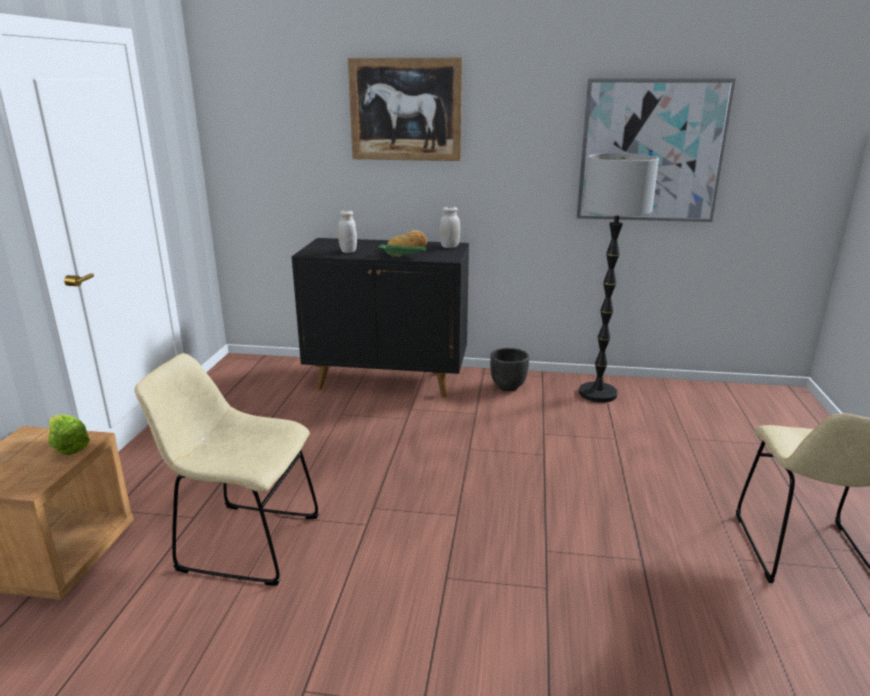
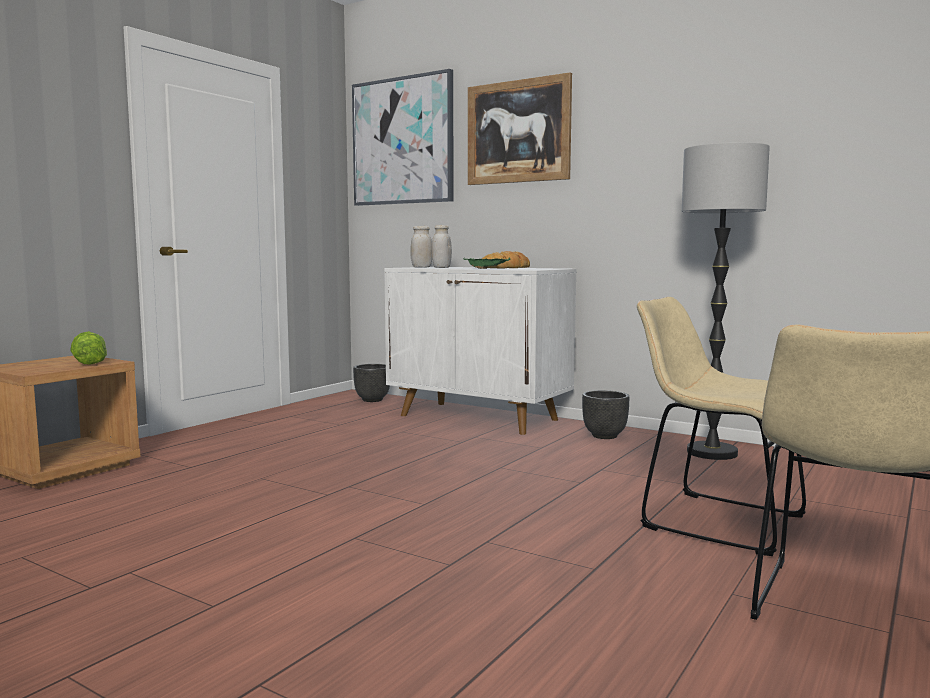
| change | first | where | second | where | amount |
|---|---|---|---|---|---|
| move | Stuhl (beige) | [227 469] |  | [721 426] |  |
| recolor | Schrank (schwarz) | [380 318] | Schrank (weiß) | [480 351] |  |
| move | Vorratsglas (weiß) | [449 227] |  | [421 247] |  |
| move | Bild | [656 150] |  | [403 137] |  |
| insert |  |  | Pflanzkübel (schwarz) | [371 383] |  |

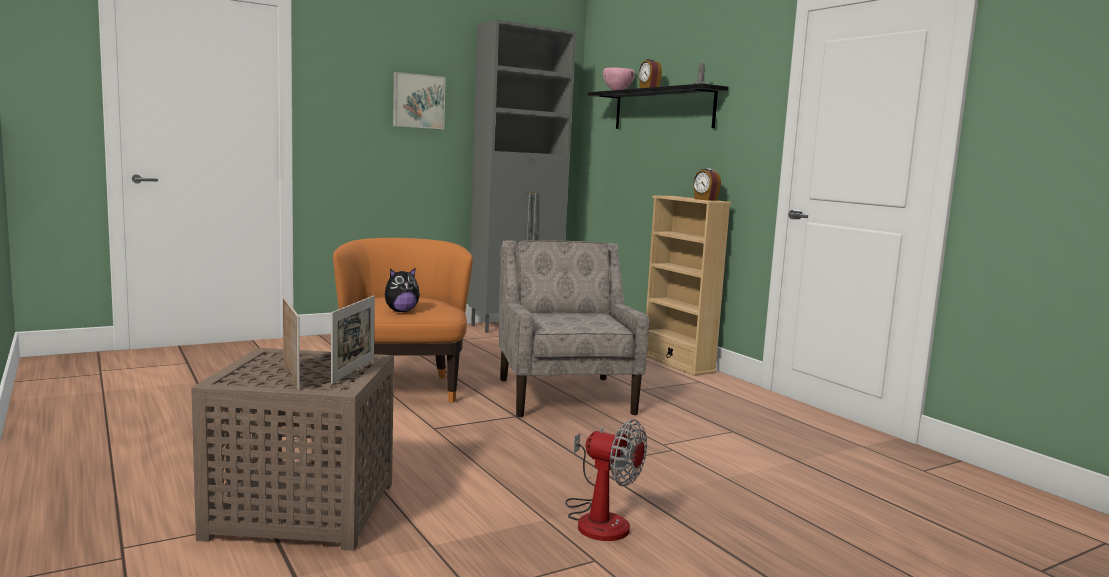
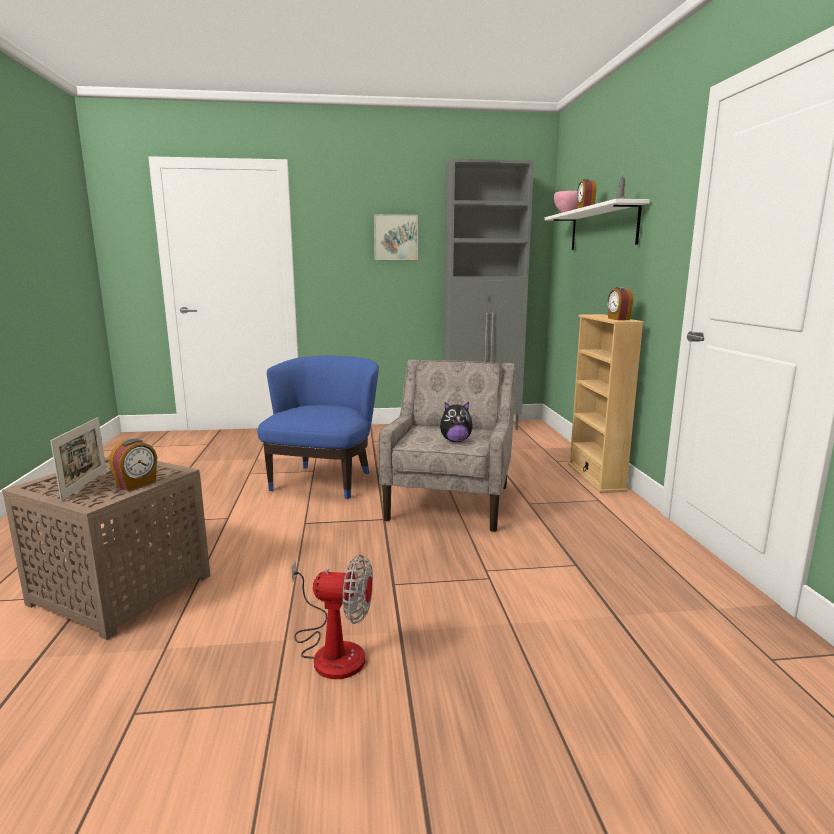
| change | first | where | second | where | amount |
|---|---|---|---|---|---|
| replace | Bilderrahmen | [353 339] | Wecker | [133 465] |  |
| recolor | Sessel (orange) | [403 320] | Sessel (blau) | [318 427] |  |
| move | Plüschtier | [402 290] |  | [456 422] |  |
| rotate | Ventilator | [606 480] |  | [332 616] | 45 degrees counterclockwise |
| recolor | Wandregal (schwarz) | [658 106] | Wandregal (weiß) | [597 224] |  |

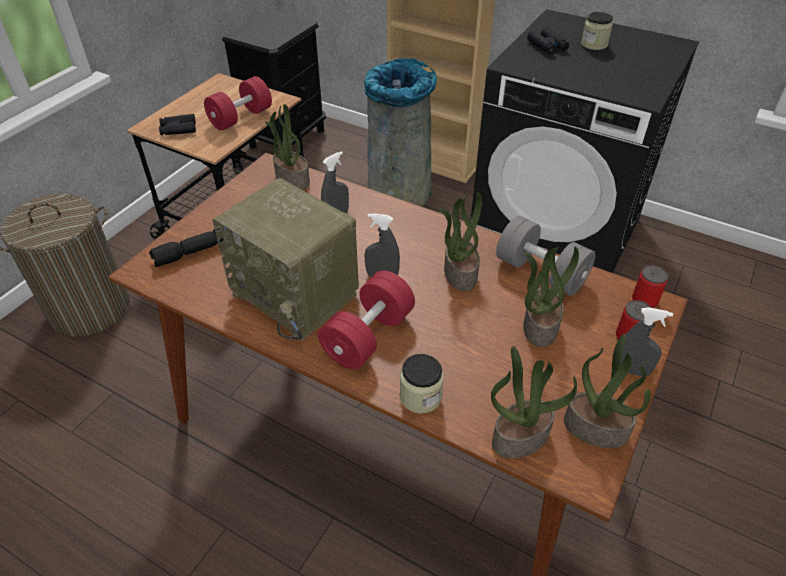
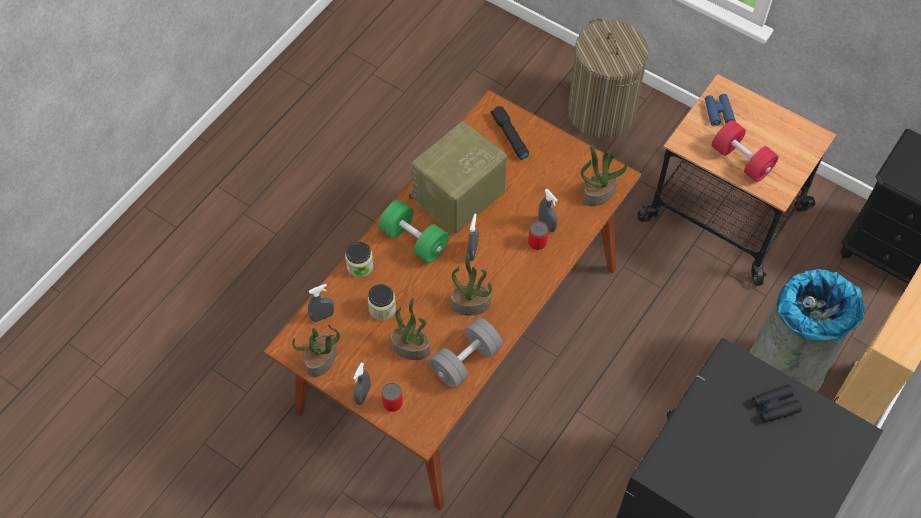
| change | first | where | second | where | amount |
|---|---|---|---|---|---|
| recolor | Fernglas (schwarz) | [177 124] | Fernglas (blau) | [720 110] |  |
| recolor | Hantel (rot) | [366 320] | Hantel (grün) | [414 231] |  |
| replace | Topfpflanze | [534 402] | Sprühflasche (grau) | [321 303] |  |
| move | Vorratsglas | [597 31] |  | [381 302] |  |
| move | Dose | [650 286] |  | [538 235] |  |

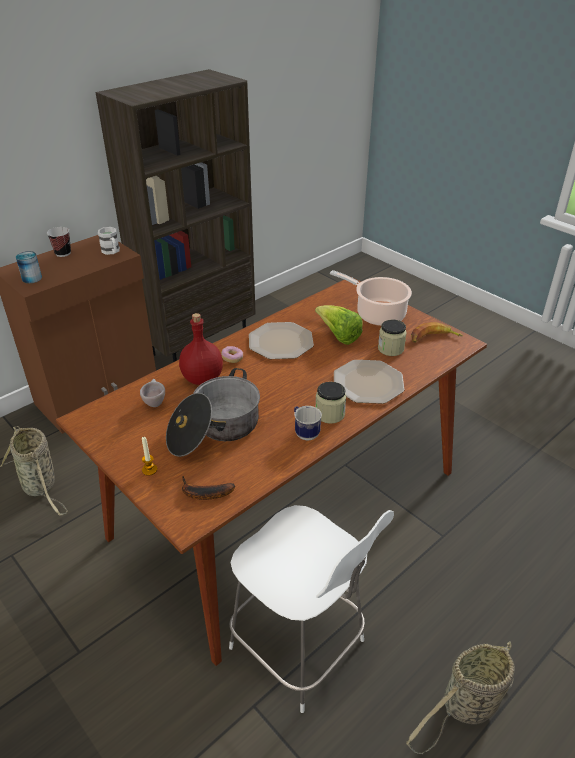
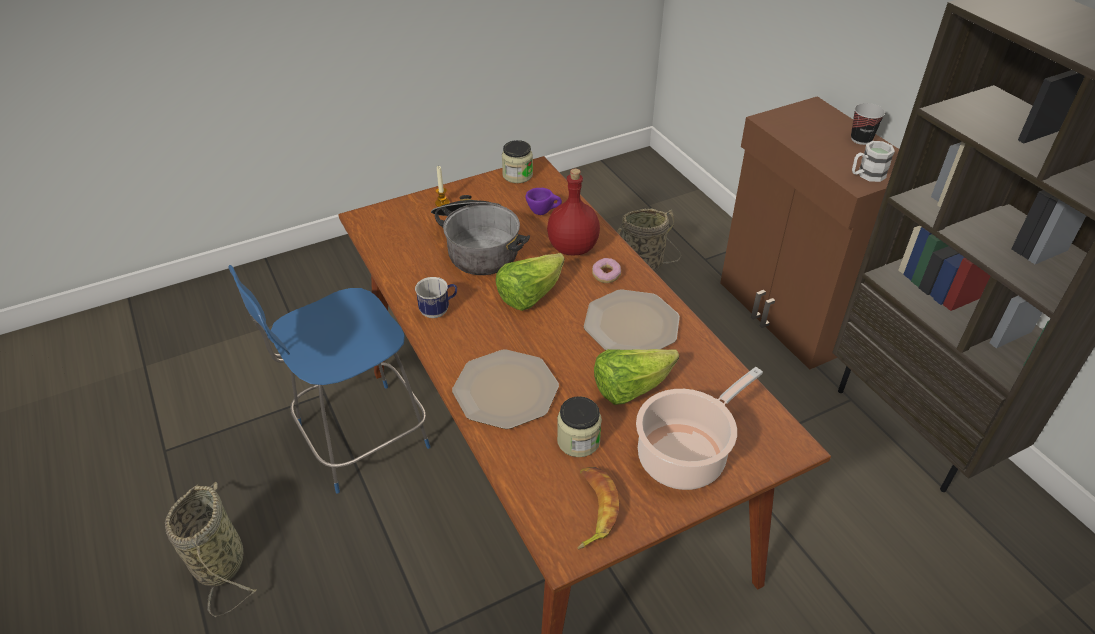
| change | first | where | second | where | amount |
|---|---|---|---|---|---|
| delete | Dose | [29 267] |  |  |  |
| recolor | Tasse (beige) | [152 393] | Tasse (lila) | [543 201] |  |
| delete | Banane | [208 488] |  |  |  |
| recolor | Stuhl (weiß) | [311 609] | Stuhl (blau) | [329 379] |  |
| move | Vorratsglas | [331 403] |  | [517 161] |  |
| insert |  |  | Salatkopf | [530 282] |  |

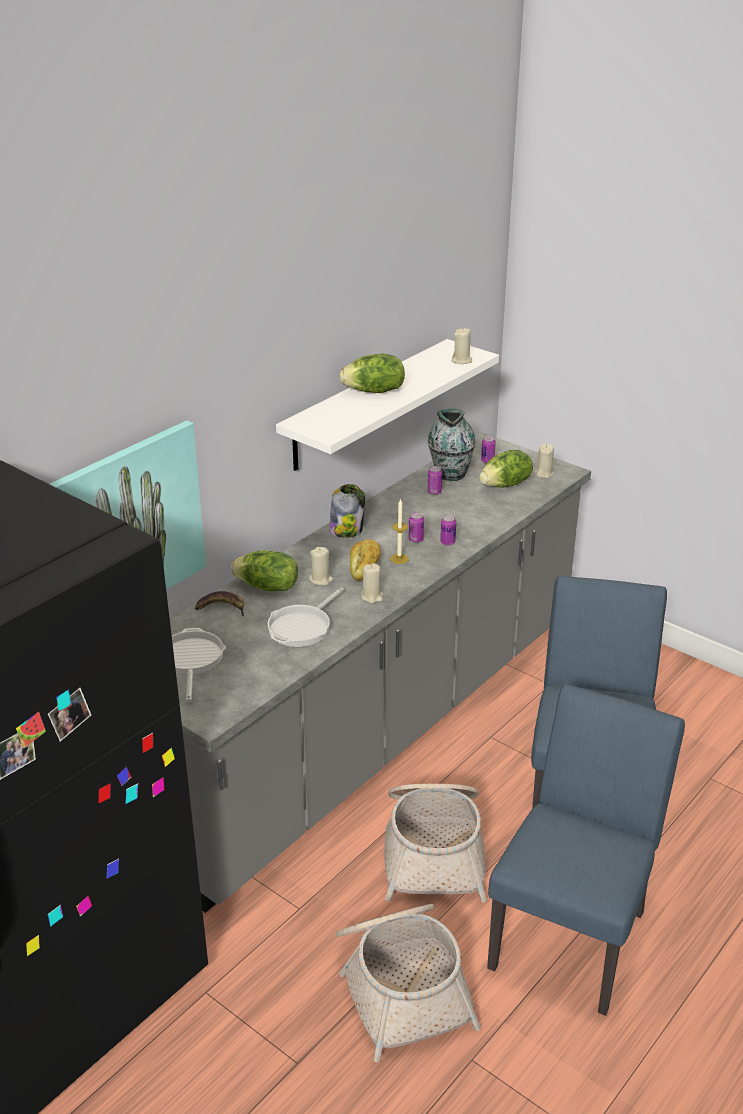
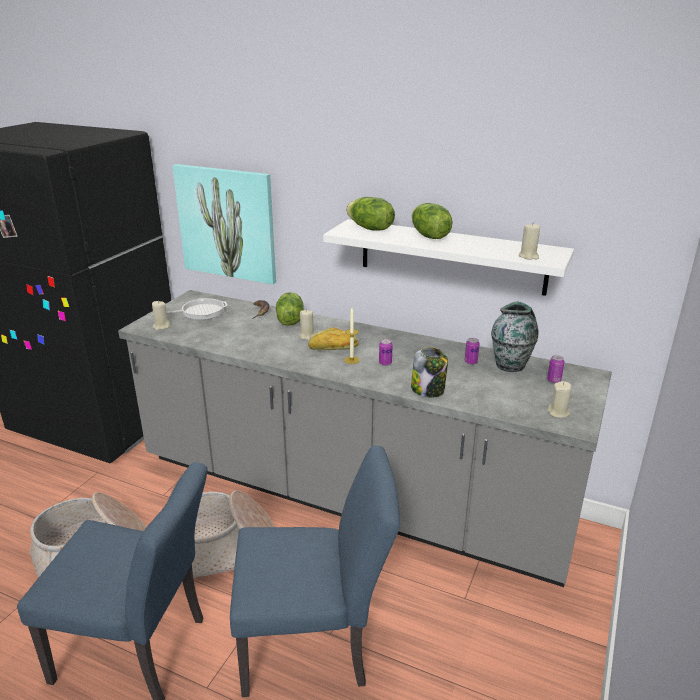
| change | first | where | second | where | amount |
|---|---|---|---|---|---|
| delete | Pfanne | [306 617] |  |  |  |
| move | Vorratsglas | [347 511] |  | [429 372] |  |
| move | Kerze (beige) | [372 583] |  | [161 315] |  |
| delete | Dose | [448 530] |  |  |  |
| move | Salatkopf | [506 469] |  | [370 213] |  |

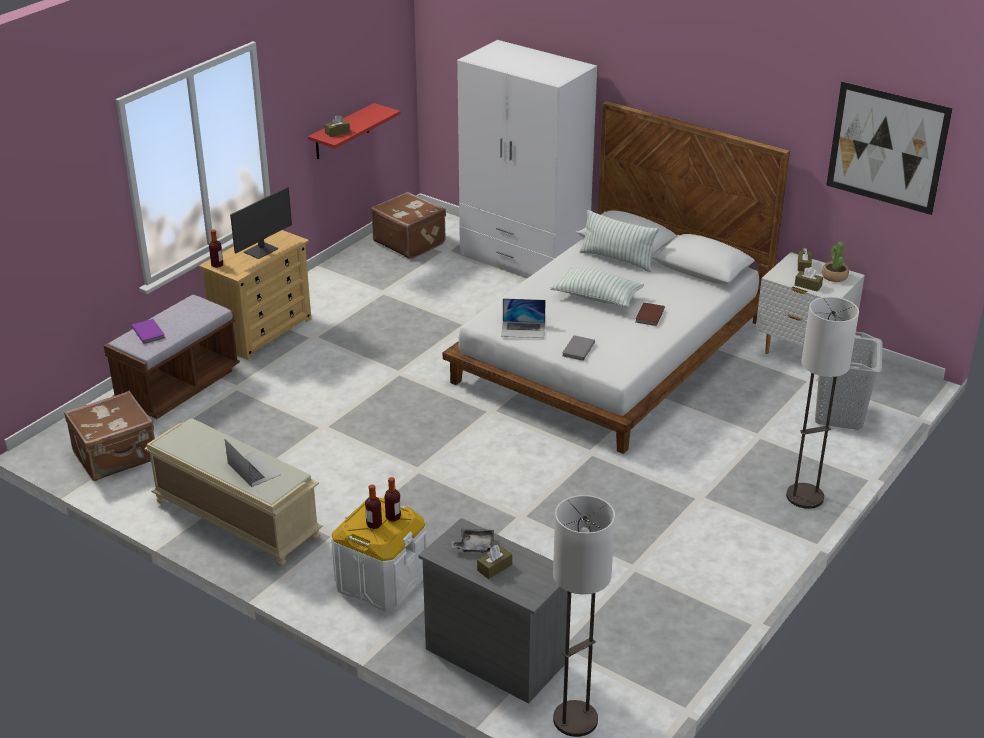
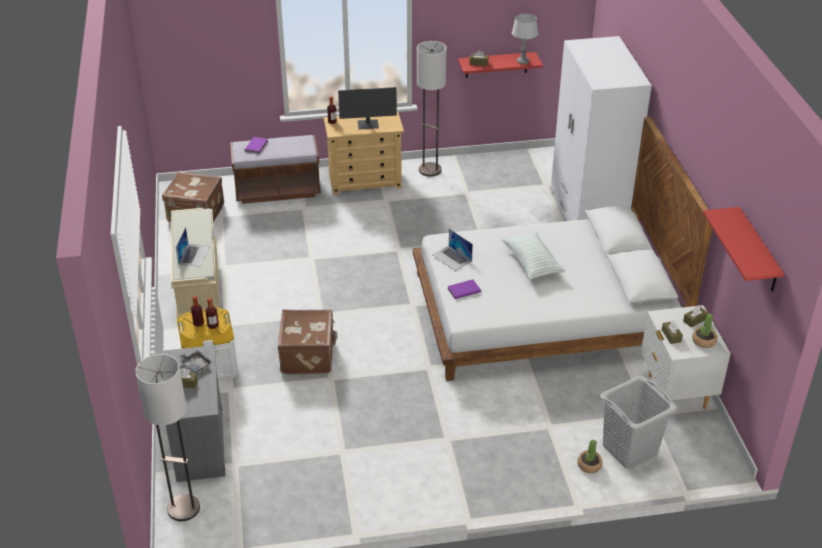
| change | first | where | second | where | amount |
|---|---|---|---|---|---|
| move | Koffer (braun) | [408 225] |  | [308 341] |  |
| recolor | Buch (grau) | [578 348] | Buch (lila) | [464 289] |  |
| delete | Kissen | [619 241] |  |  |  |
| delete | Buch (braun) | [650 314] |  |  |  |
| move | Stehlampe | [822 403] |  | [432 109] |  |
| replace | Bild | [889 148] | Wandregal (rot) | [743 249] |  |
| insert |  |  | Tischlampe (grau) | [525 39] |  |
| insert |  |  | Topfpflanze | [590 456] |  |

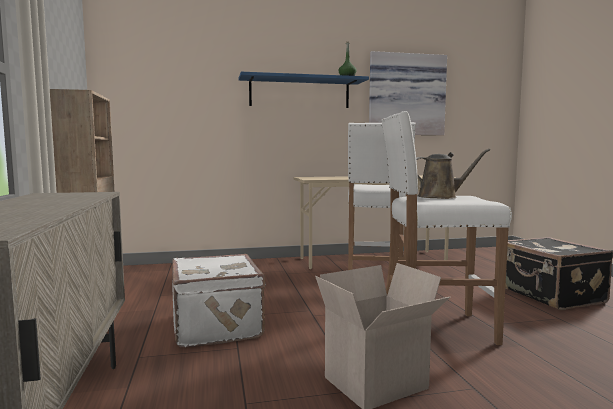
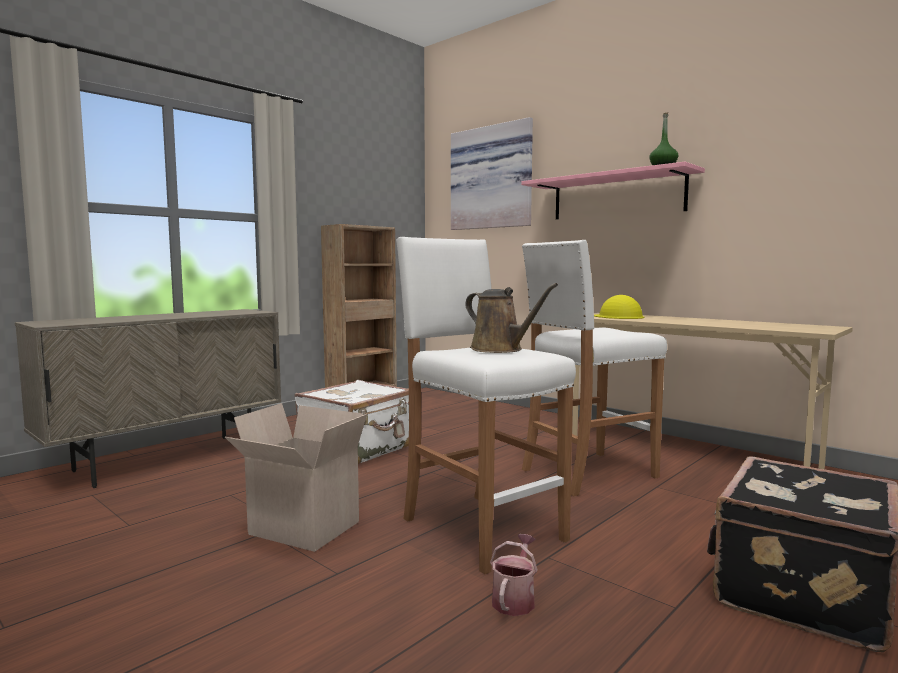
| change | first | where | second | where | amount |
|---|---|---|---|---|---|
| recolor | Wandregal (blau) | [304 90] | Wandregal (rosa) | [613 190] |  |
| move | Bild | [408 93] |  | [492 173] |  |
| insert |  |  | Gießkanne | [514 575] |  |
| insert |  |  | Schutzhelm (gelb) | [619 307] |  |

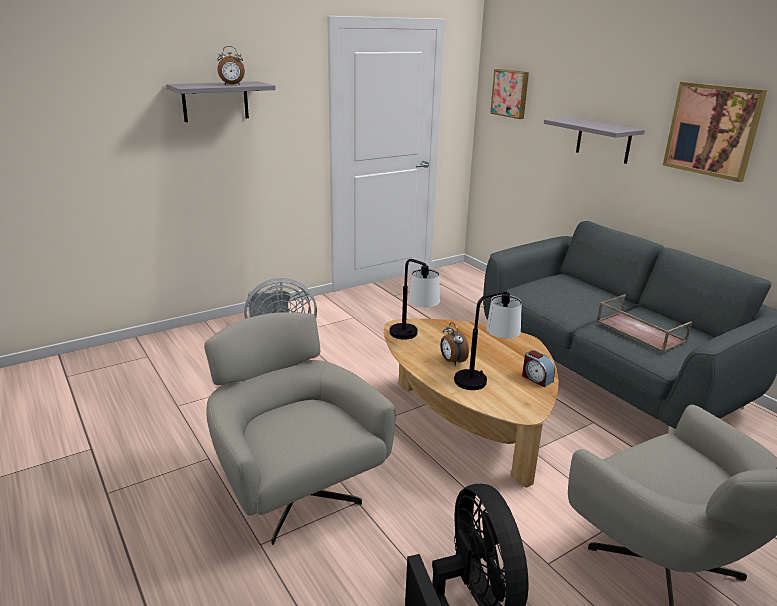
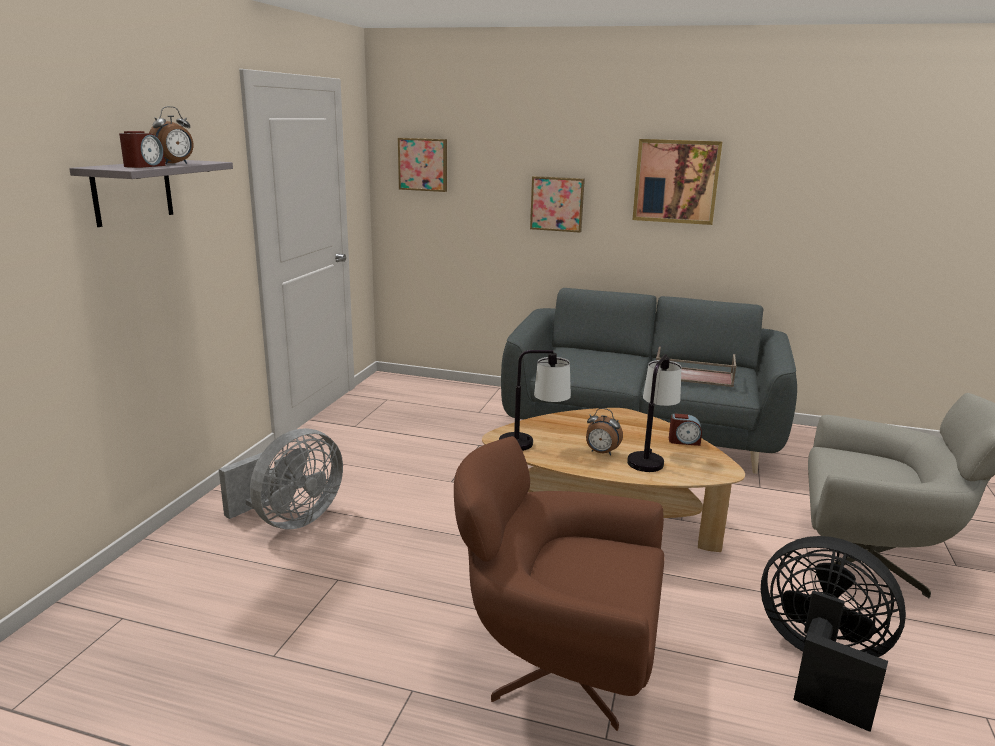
| change | first | where | second | where | amount |
|---|---|---|---|---|---|
| recolor | Sessel (grau) | [300 428] | Sessel (braun) | [559 583] |  |
| replace | Wandregal (grau) | [594 140] | Bild | [557 204] |  |
| insert |  |  | Wecker | [142 149] |  |

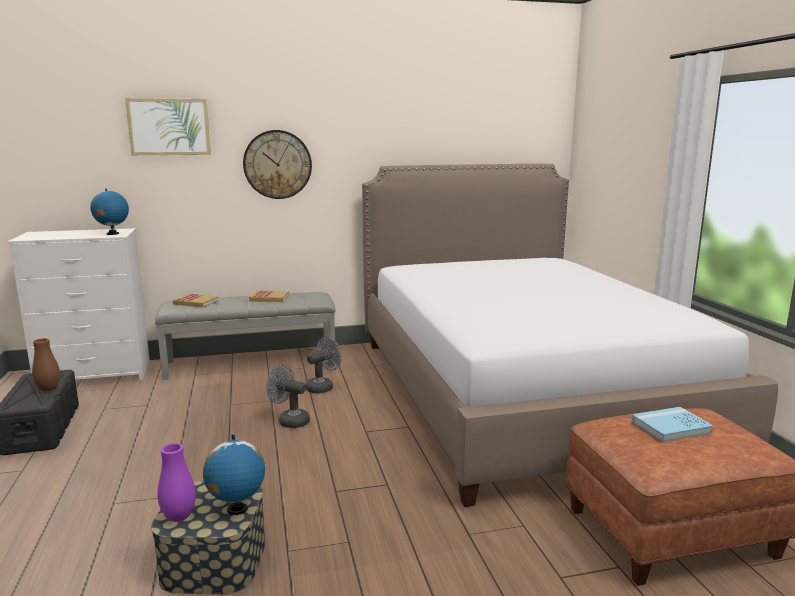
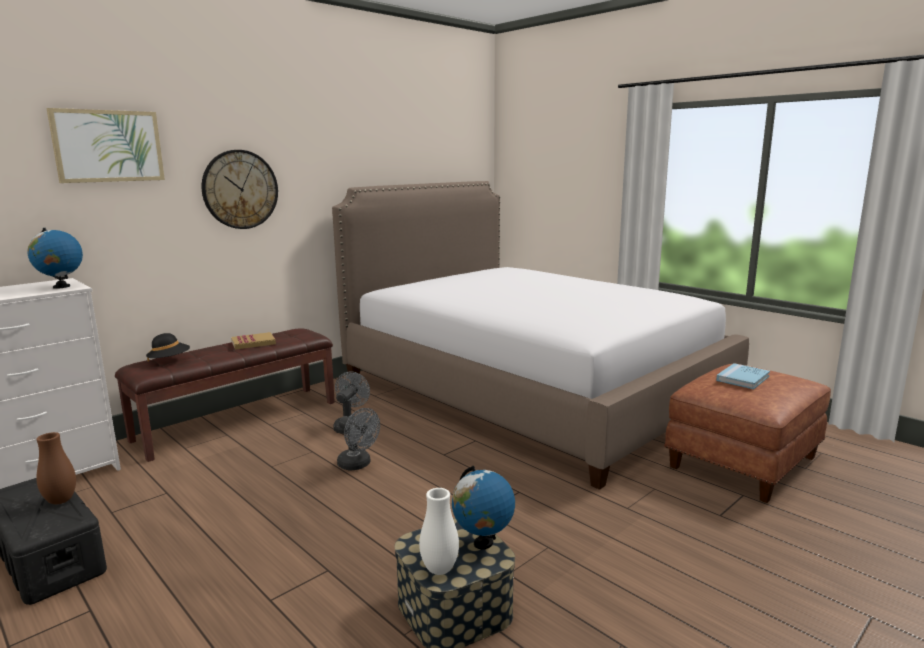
| change | first | where | second | where | amount |
|---|---|---|---|---|---|
| recolor | Bank (grau) | [245 335] | Bank (braun) | [225 395] |  |
| recolor | Vase (lila) | [176 482] | Vase (weiß) | [439 531] |  |
| replace | Buch | [196 300] | Hut (schwarz) | [168 347] |  |
| rotate | Ventilator (grau) | [288 396] |  | [358 439] | 135 degrees counterclockwise |

